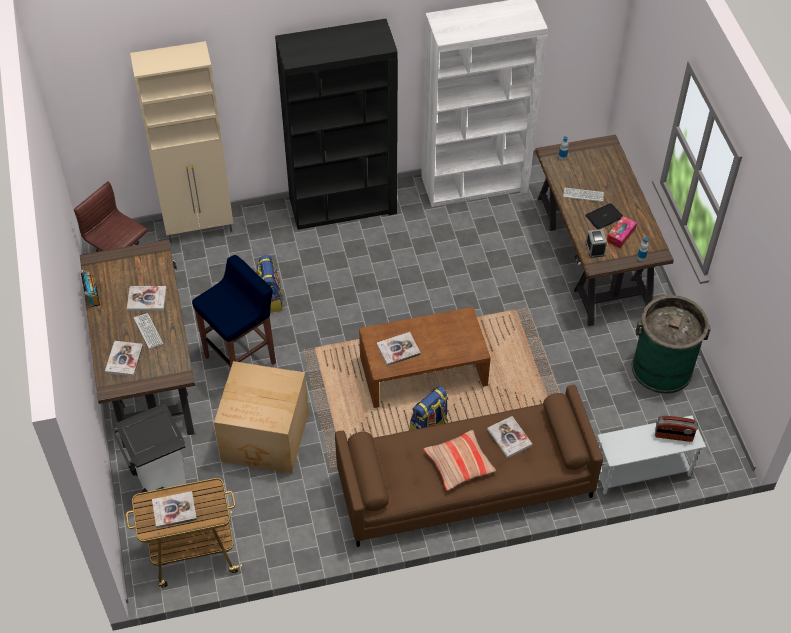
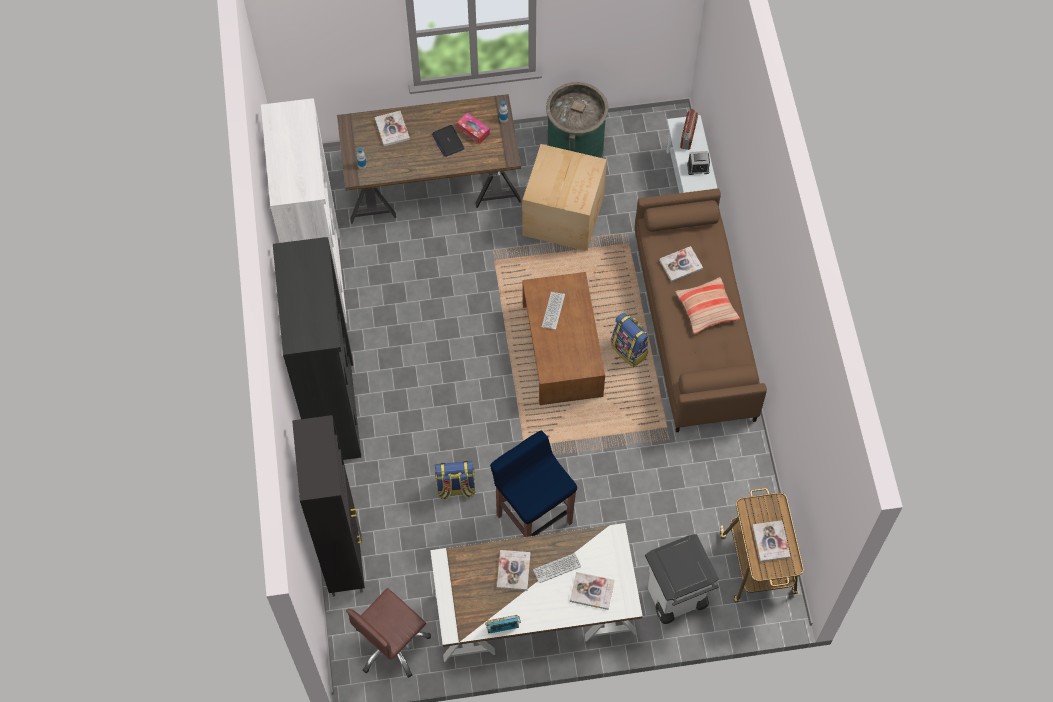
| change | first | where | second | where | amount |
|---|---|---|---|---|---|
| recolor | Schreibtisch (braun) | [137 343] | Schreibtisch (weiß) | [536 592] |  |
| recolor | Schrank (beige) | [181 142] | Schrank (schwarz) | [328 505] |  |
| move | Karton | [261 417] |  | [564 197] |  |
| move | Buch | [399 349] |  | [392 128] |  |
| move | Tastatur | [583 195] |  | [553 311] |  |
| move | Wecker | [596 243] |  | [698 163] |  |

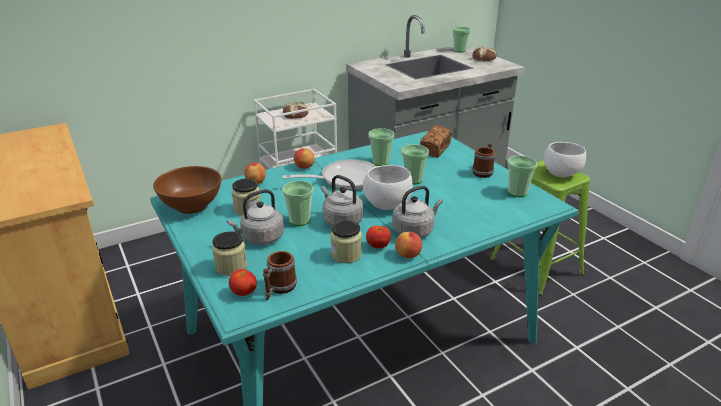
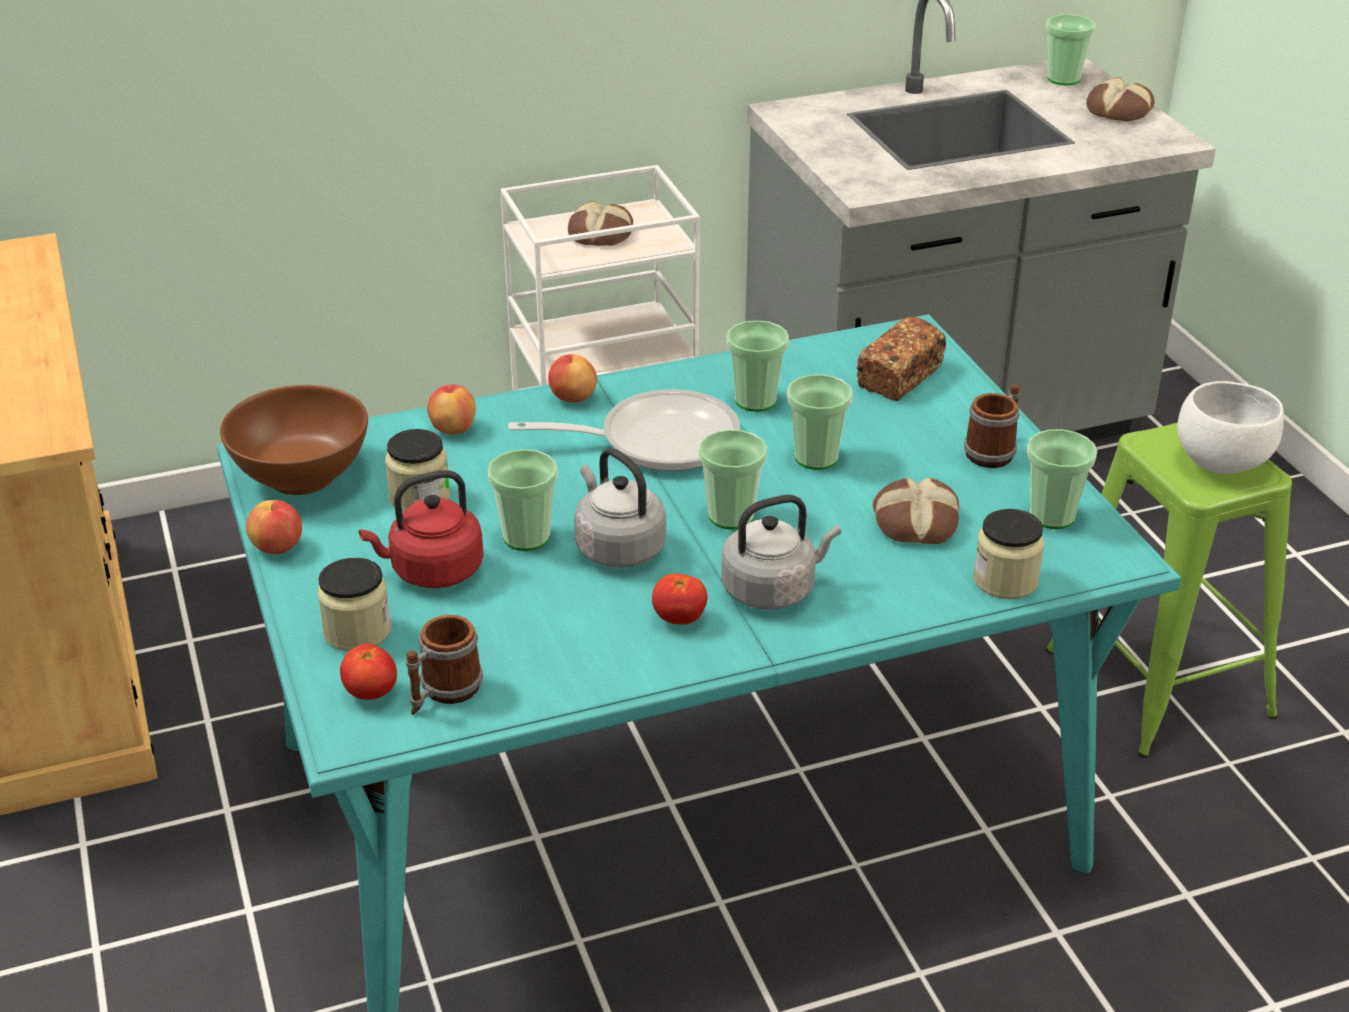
| change | first | where | second | where | amount |
|---|---|---|---|---|---|
| recolor | Wasserkessel (grau) | [255 217] | Wasserkessel (rot) | [421 529] |  |
| move | Vorratsglas | [346 241] |  | [1008 554] |  |
| replace | Schüssel (weiß) | [388 187] | Tasse | [733 479] |  |
| move | Apfel | [408 245] |  | [274 527] |  |
| insert |  |  | Brot | [916 511] |  |

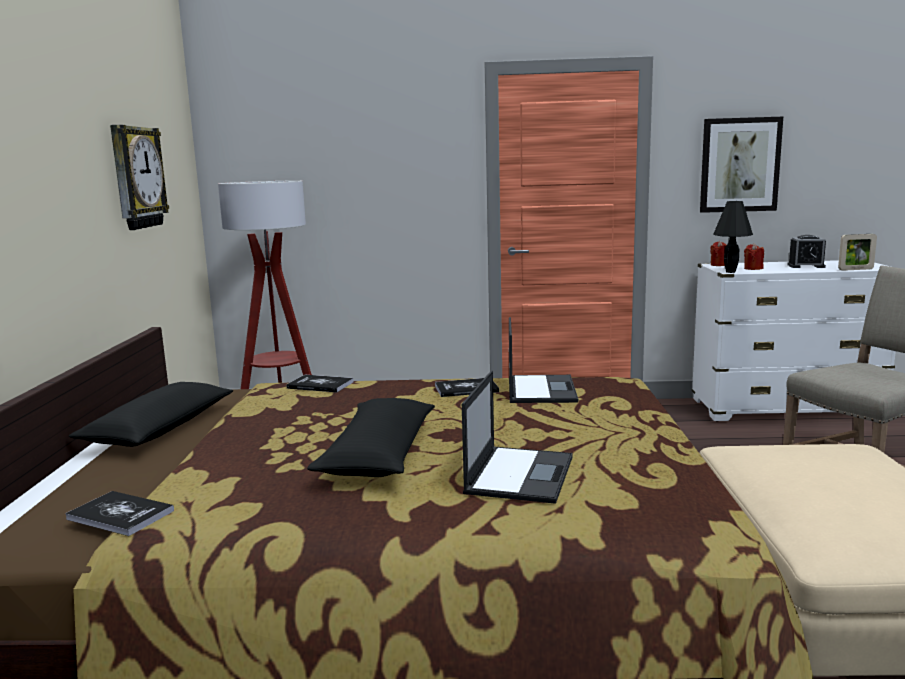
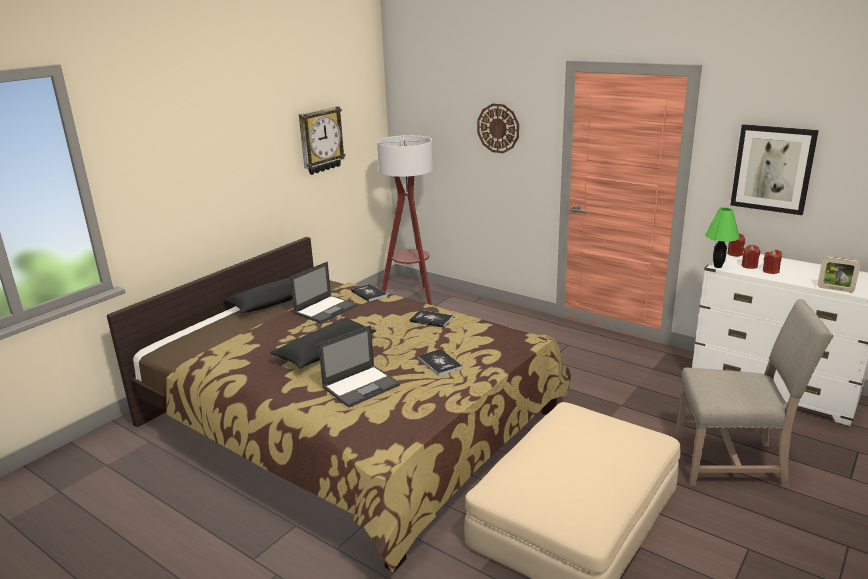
| change | first | where | second | where | amount |
|---|---|---|---|---|---|
| move | Buch | [119 513] |  | [440 362] |  |
| move | Laptop | [543 360] |  | [323 293] |  |
| recolor | Tischlampe (schwarz) | [733 237] | Tischlampe (grün) | [722 237] |  |
| delete | Wecker | [806 251] |  |  |  |
| insert |  |  | Wanduhr | [498 128] |  |
| insert |  |  | Kerze (rot) | [772 262] |  |

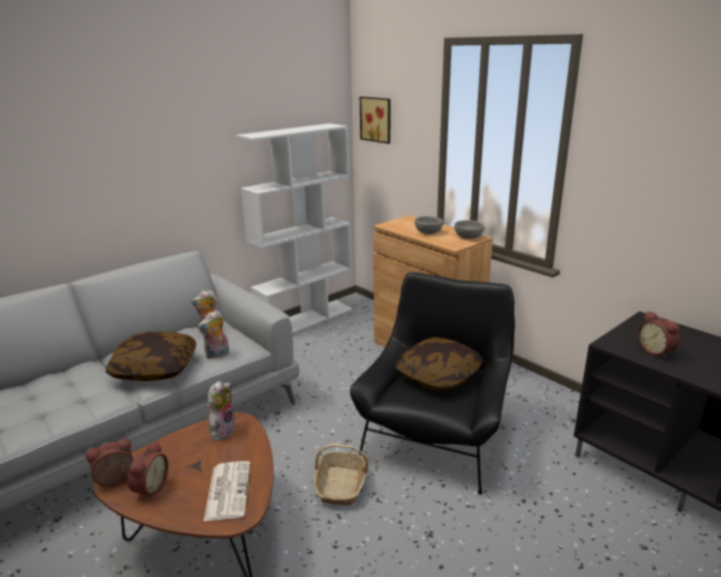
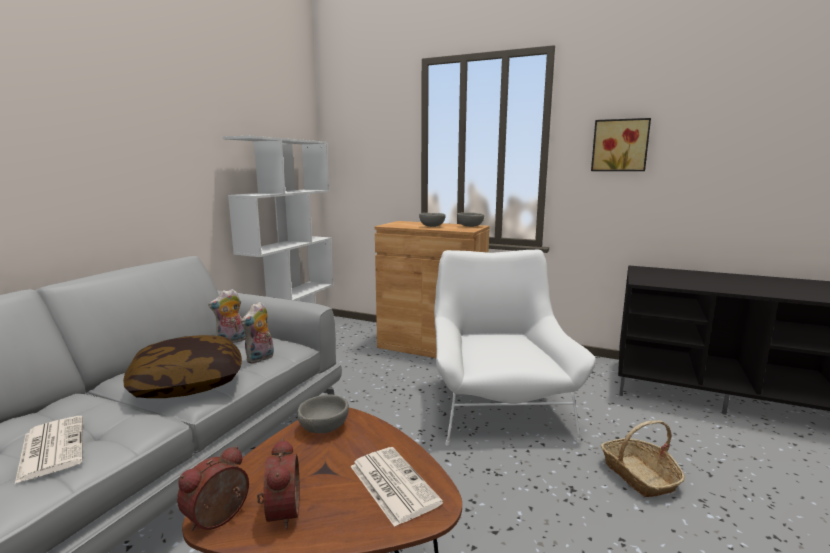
| change | first | where | second | where | amount |
|---|---|---|---|---|---|
| replace | Plüschtier | [222 411] | Schüssel (grau) | [323 413] |  |
| move | Korb | [341 474] |  | [643 458] |  |
| recolor | Sessel (schwarz) | [432 383] | Sessel (weiß) | [514 347] |  |
| move | Bild | [375 120] |  | [621 144] |  |
| delete | Kissen | [439 364] |  |  |  |
| delete | Wecker | [659 335] |  |  |  |
| insert |  |  | Zeitung | [49 450] |  |

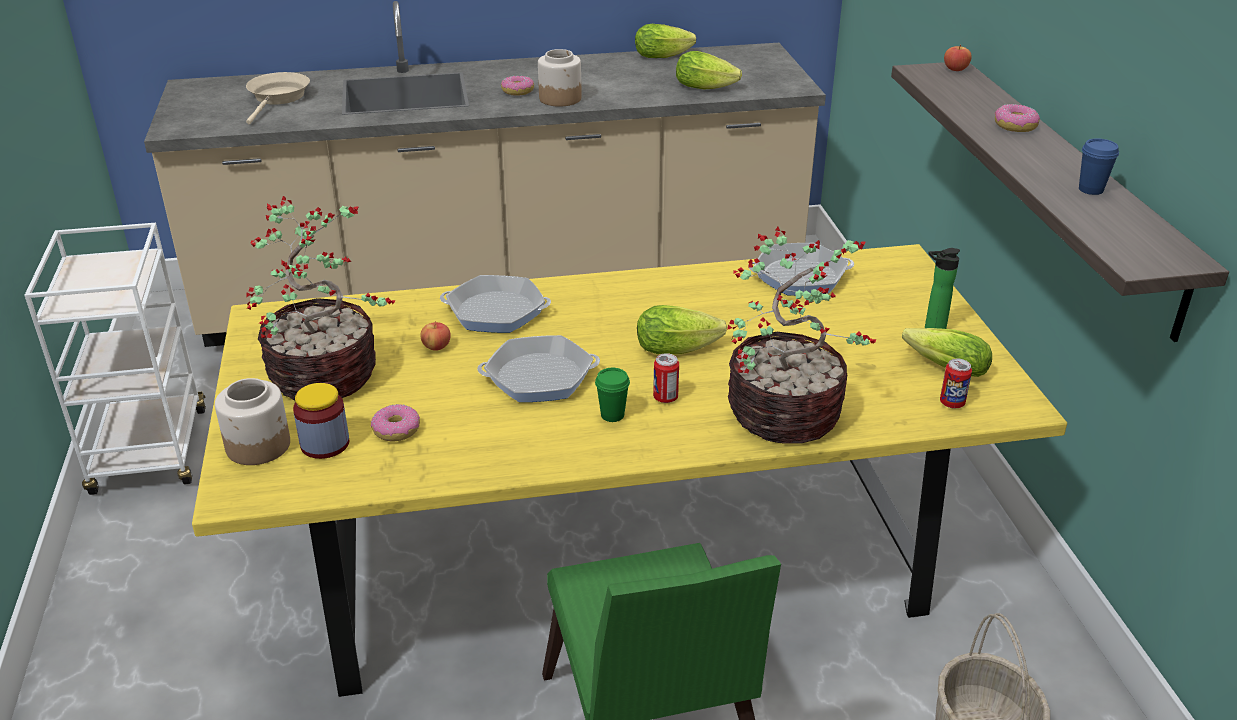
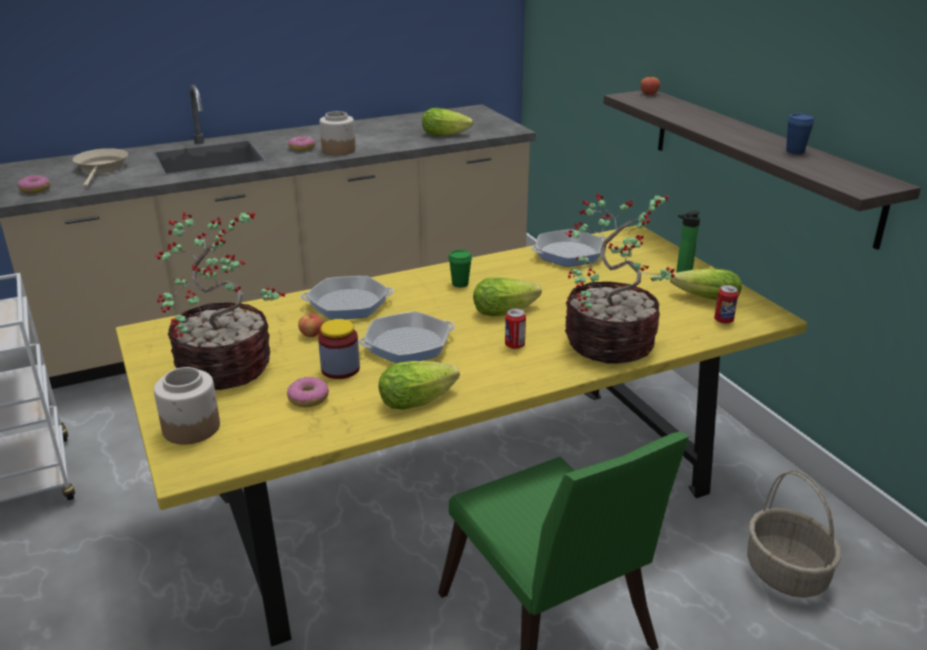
| change | first | where | second | where | amount |
|---|---|---|---|---|---|
| move | Vorratsglas | [321 421] |  | [339 349] |  |
| move | Tasse (grün) | [612 395] |  | [460 268] |  |
| move | Salatkopf | [665 41] |  | [419 385] |  |
| move | Donut | [1017 118] |  | [34 184] |  |

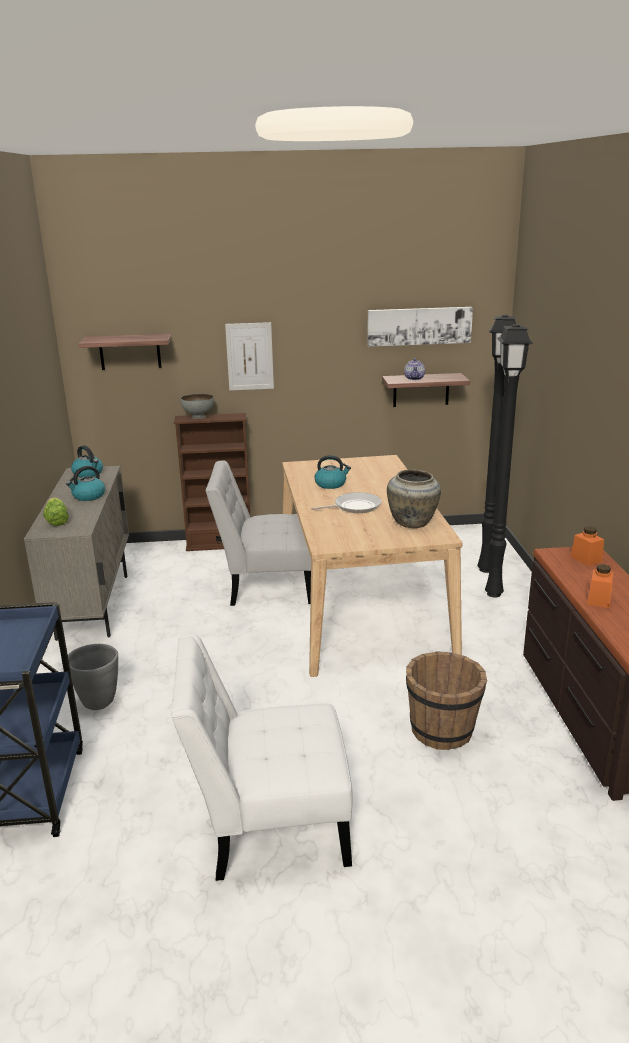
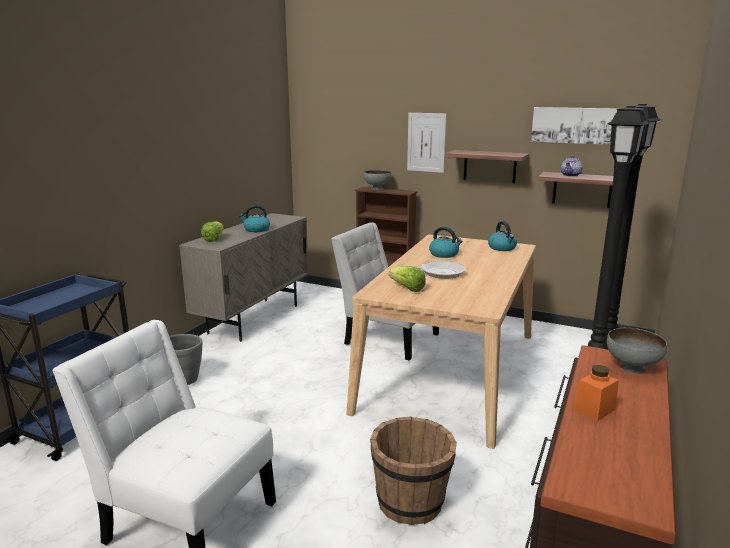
| change | first | where | second | where | amount |
|---|---|---|---|---|---|
| move | Wasserkessel | [87 461] |  | [502 236] |  |
| move | Wandregal | [124 352] |  | [487 166] |  |
| delete | Vase (beige) | [414 498] |  |  |  |
| replace | Vorratsglas (orange) | [587 546] | Schüssel (grau) | [637 351] |  |
| insert |  |  | Salatkopf | [407 279] |  |

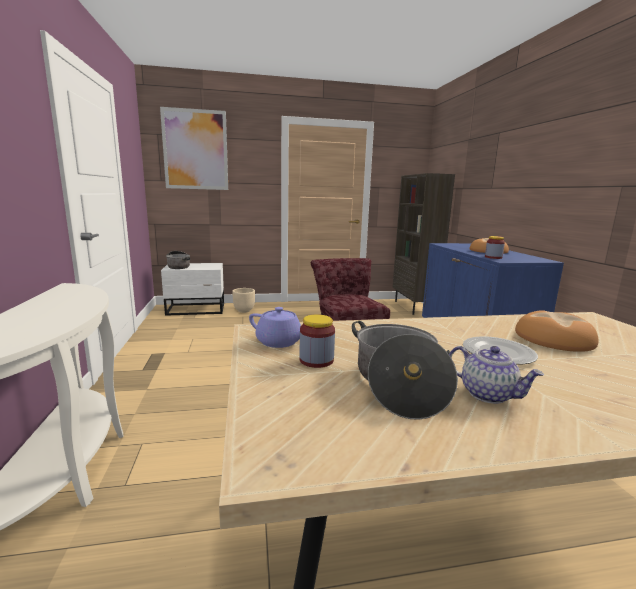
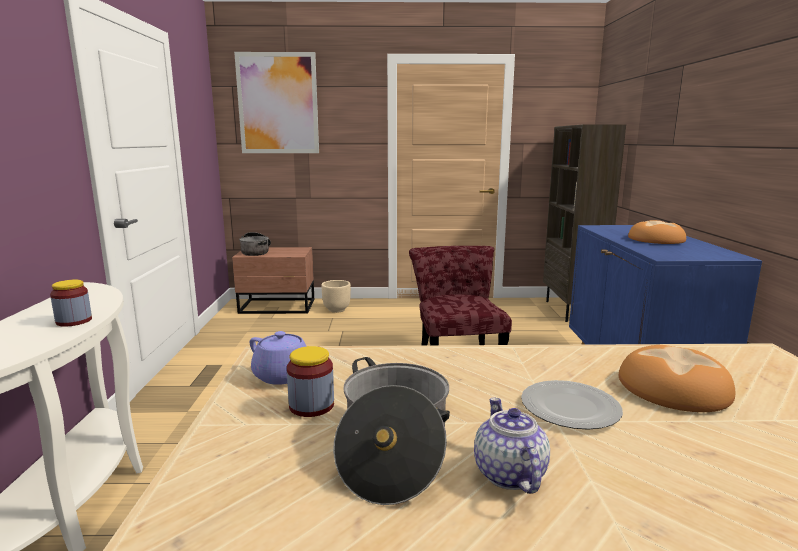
| change | first | where | second | where | amount |
|---|---|---|---|---|---|
| recolor | Nachttisch (weiß) | [192 289] | Nachttisch (braun) | [273 280] |  |
| rotate | Teekanne | [496 375] |  | [512 446] | 150 degrees counterclockwise |
| move | Vorratsglas | [495 247] |  | [71 303] |  |

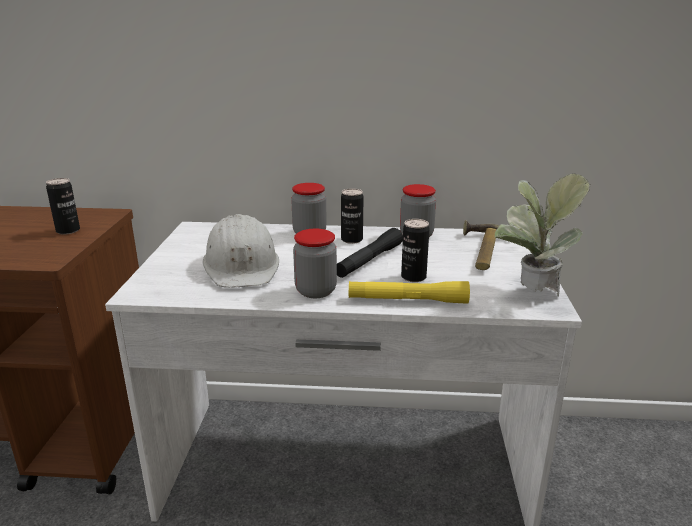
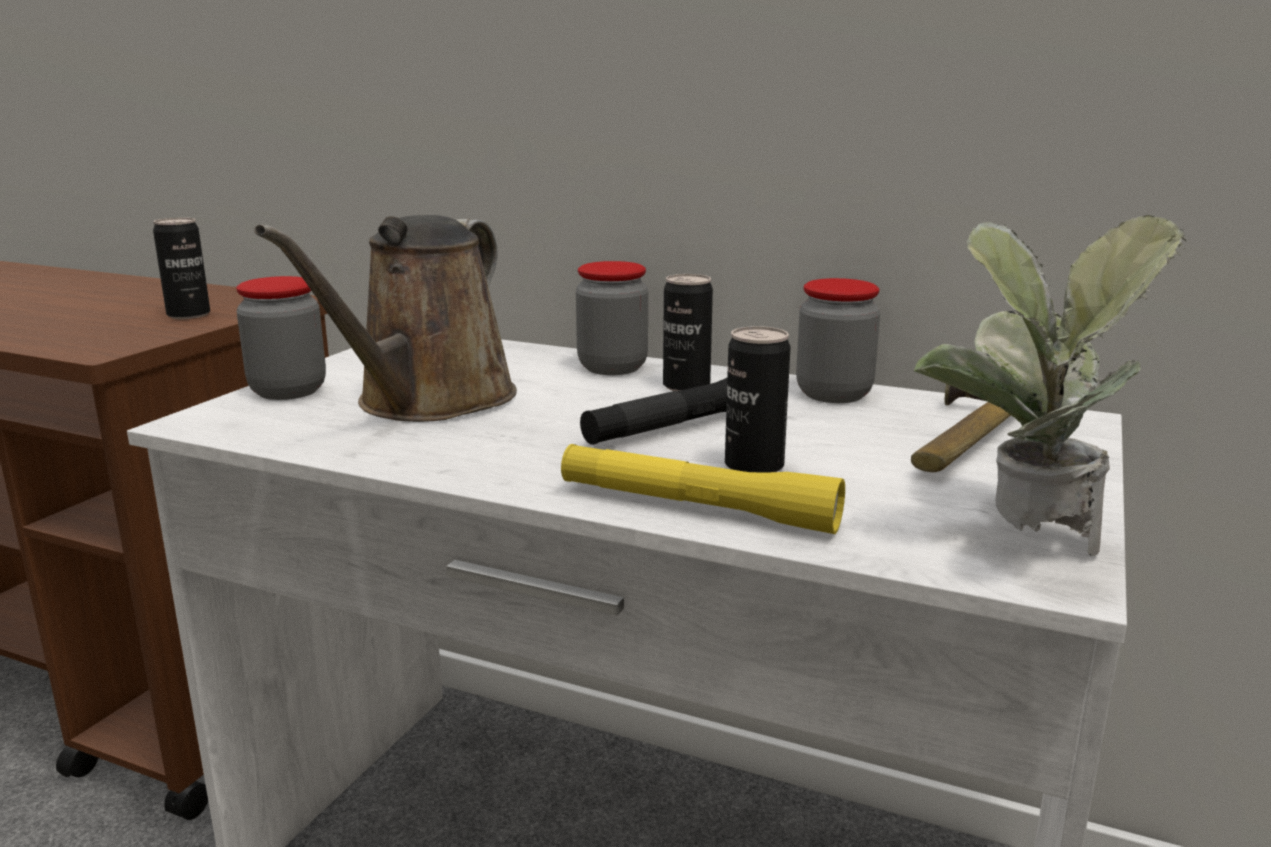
| change | first | where | second | where | amount |
|---|---|---|---|---|---|
| replace | Schutzhelm (weiß) | [241 251] | Gießkanne (braun) | [385 318] |  |
| move | Vorratsglas | [315 263] |  | [281 338] |  |

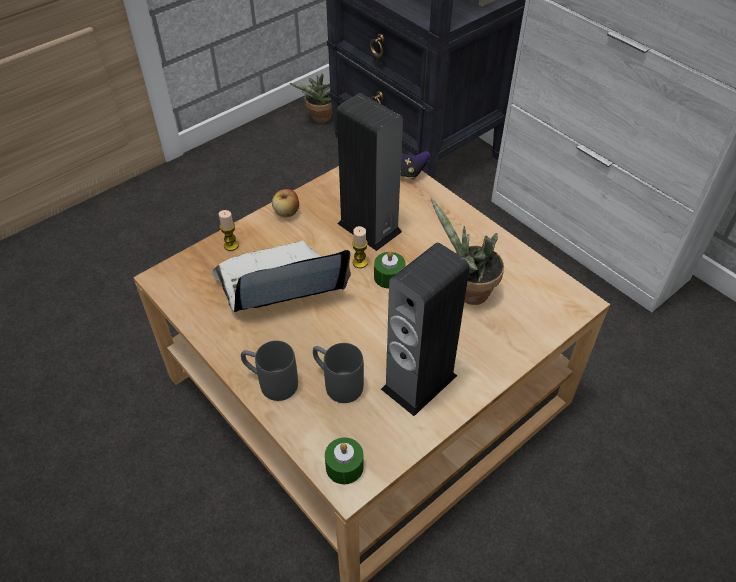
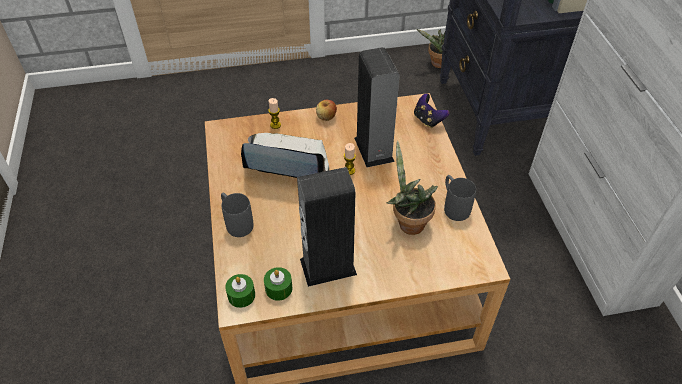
| change | first | where | second | where | amount |
|---|---|---|---|---|---|
| move | Henkelbecher (grau) | [338 373] |  | [460 198] |  |
| move | Kerze (grün) | [389 270] |  | [278 284] |  |

